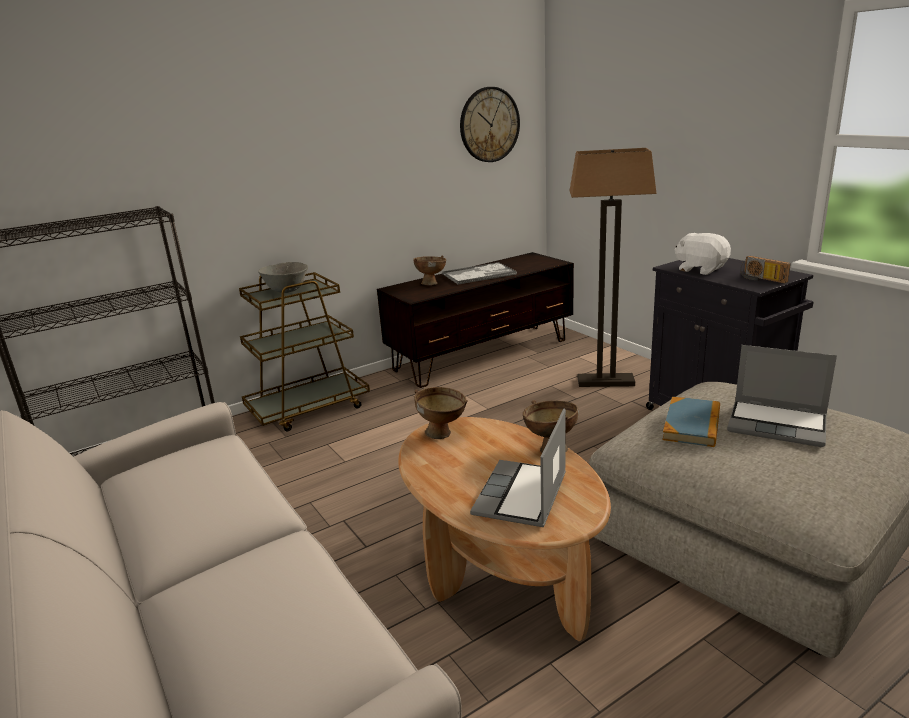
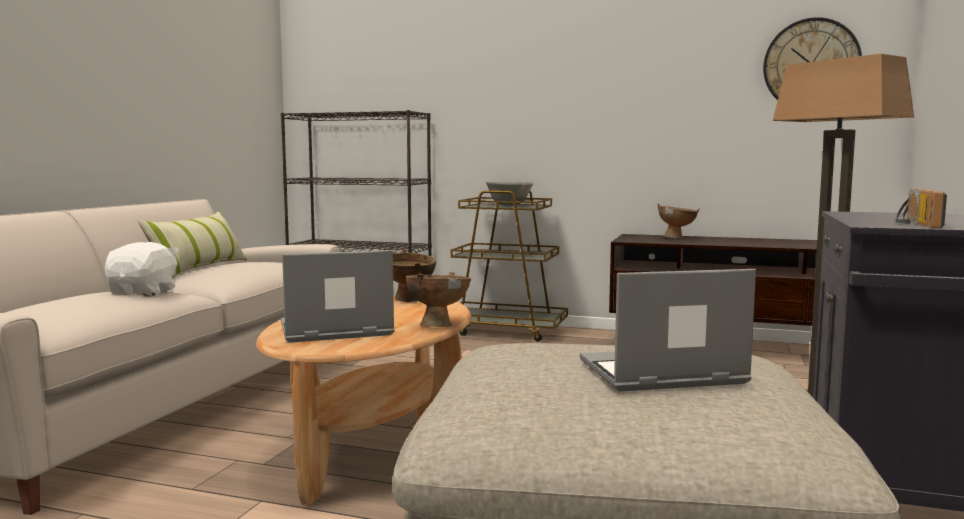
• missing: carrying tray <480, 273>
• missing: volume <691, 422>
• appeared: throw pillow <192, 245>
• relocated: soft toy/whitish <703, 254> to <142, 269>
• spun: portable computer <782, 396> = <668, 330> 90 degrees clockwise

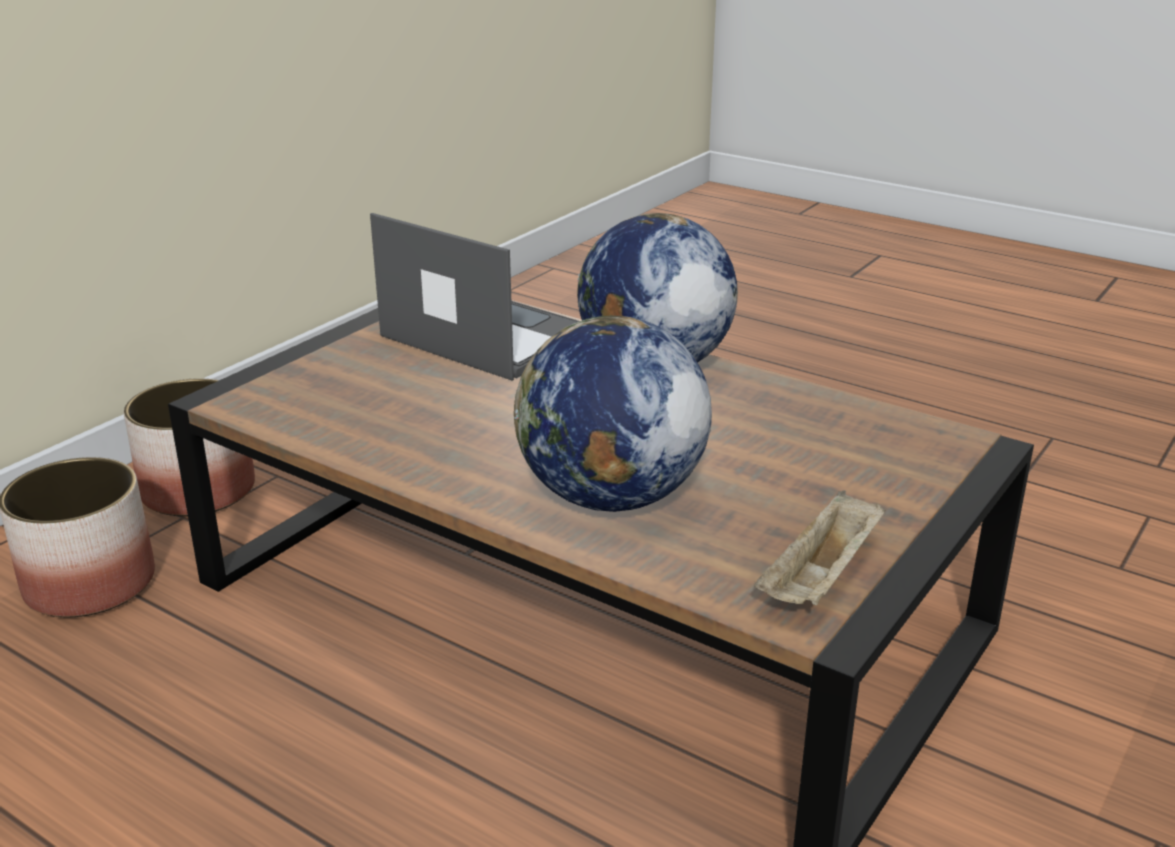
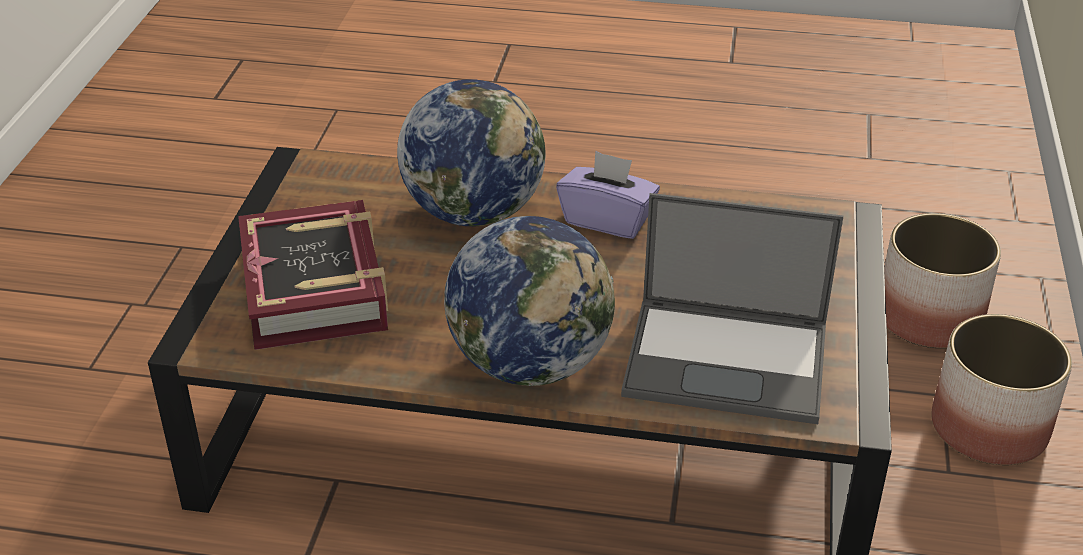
• missing: carrying tray/beige-coloured <819, 547>
• appeared: volume <313, 275>
• appeared: tissue holder/purplish <608, 195>

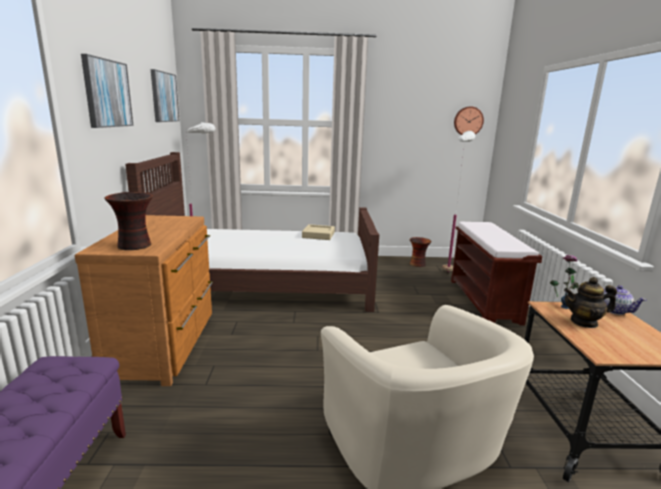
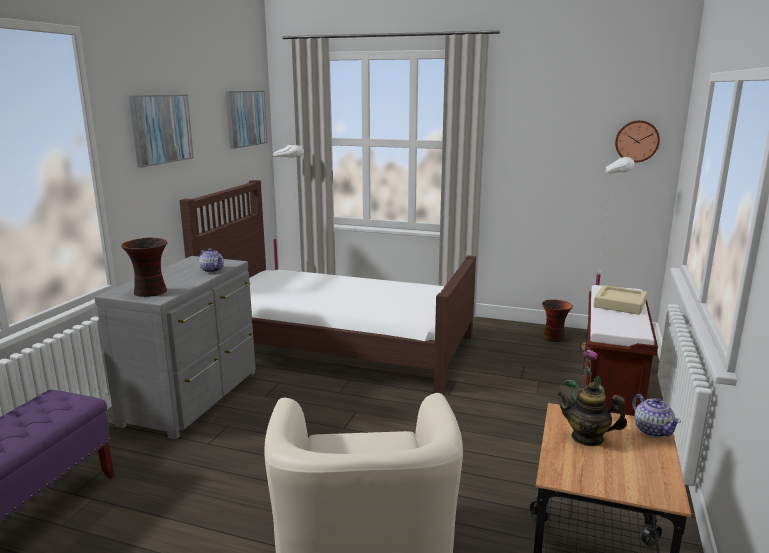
• appeared: tea pot <211, 260>
• relocated: carrying tray/beige-coloured <318, 232> to <620, 300>
• colour: chest of drawers/brown <144, 300> to chest of drawers/greyish <175, 347>

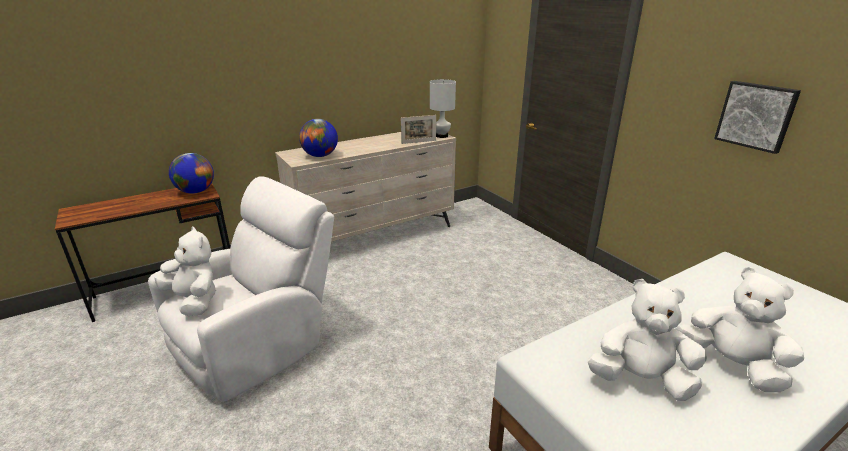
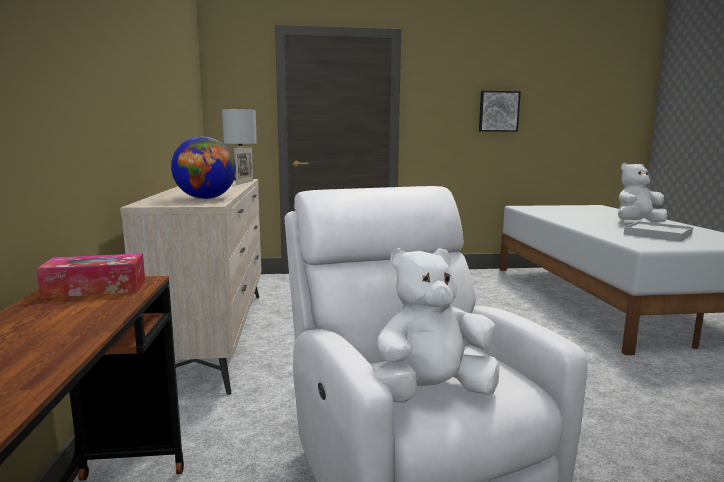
• exchanged: globe <191, 173> to tissue holder <90, 276>
• exchanged: soft toy/whitish <647, 340> to carrying tray/whitish <658, 231>

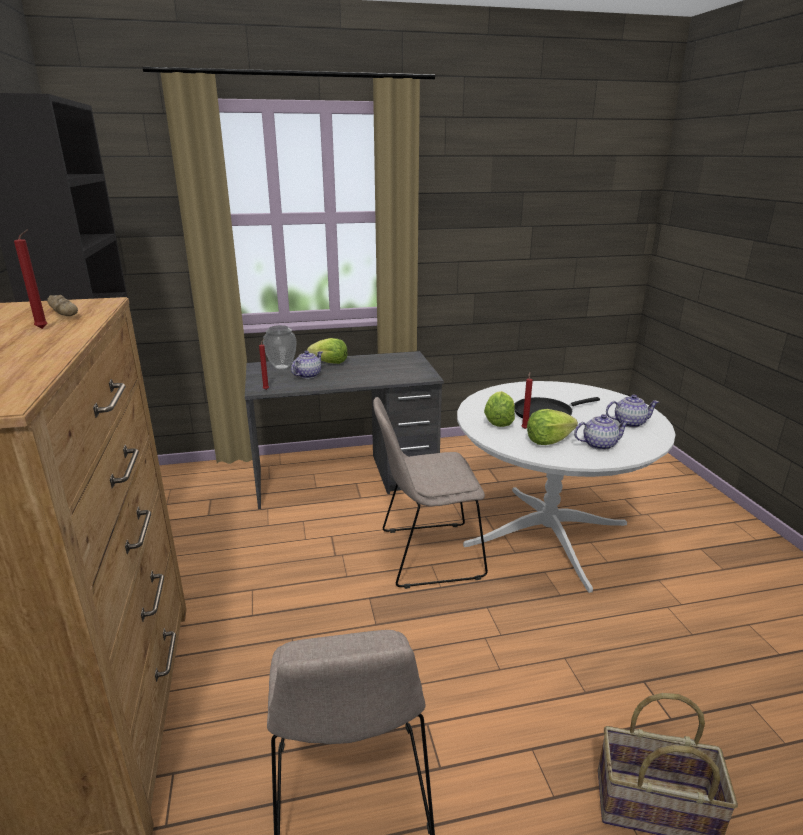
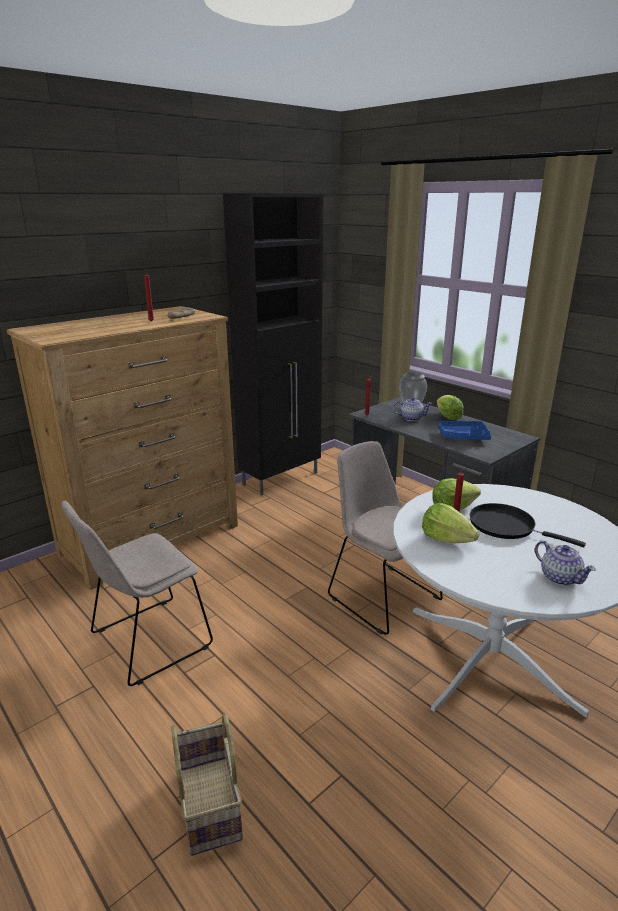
• missing: tea pot <602, 432>
• appeared: carrying tray/blue-coloured <464, 430>

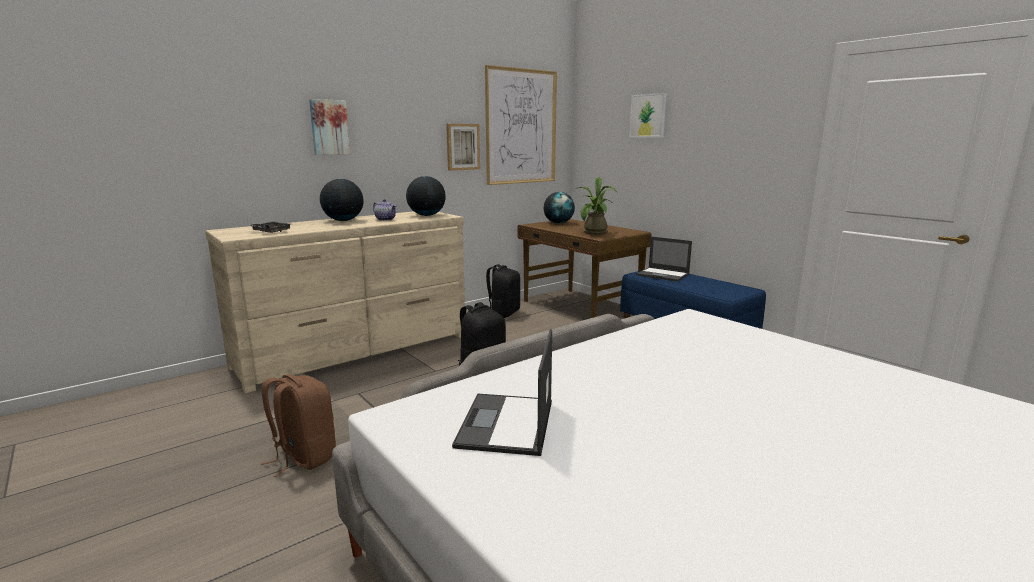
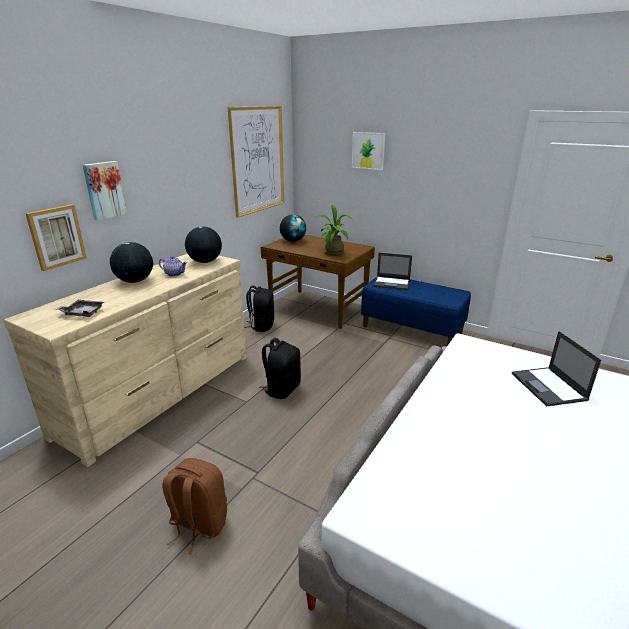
• relocated: wall picture <463, 147> to <56, 237>
• relocated: portable computer <502, 392> to <556, 368>

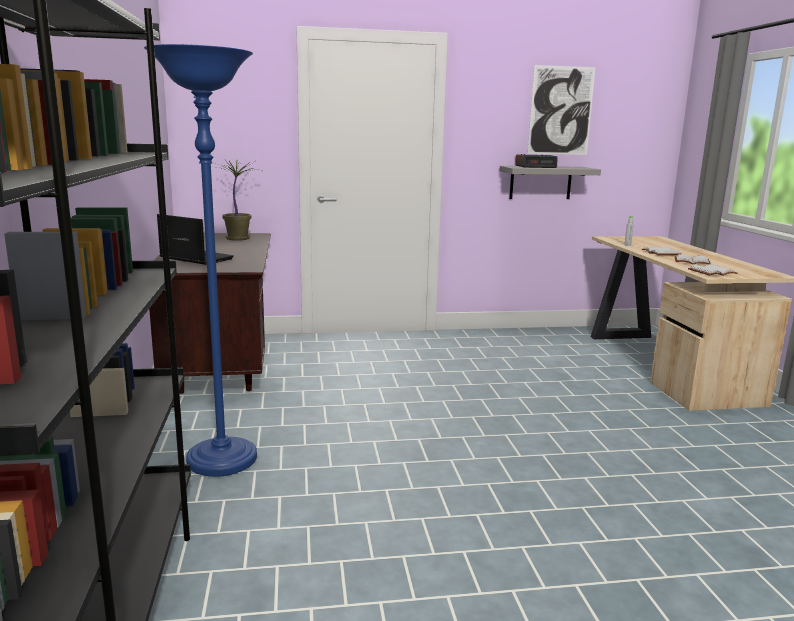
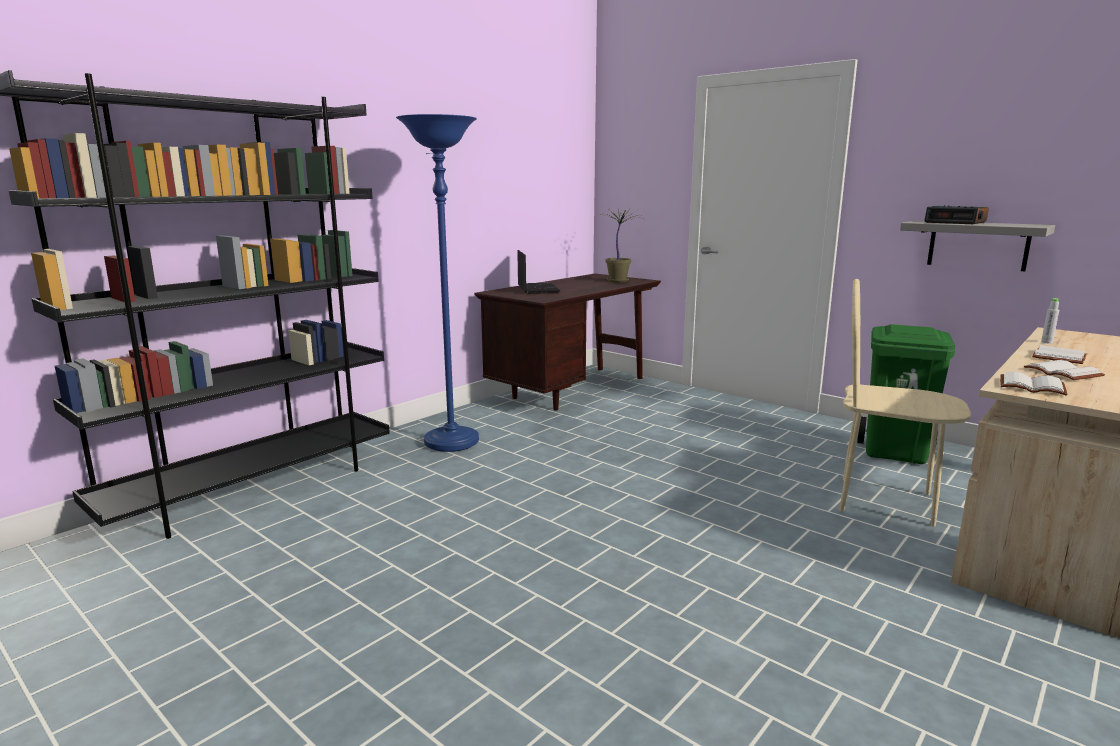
• missing: wall picture <561, 110>
• appeared: plain chair/beige-coloured <905, 403>
• appeared: rubbish bin/green-coloured <906, 394>

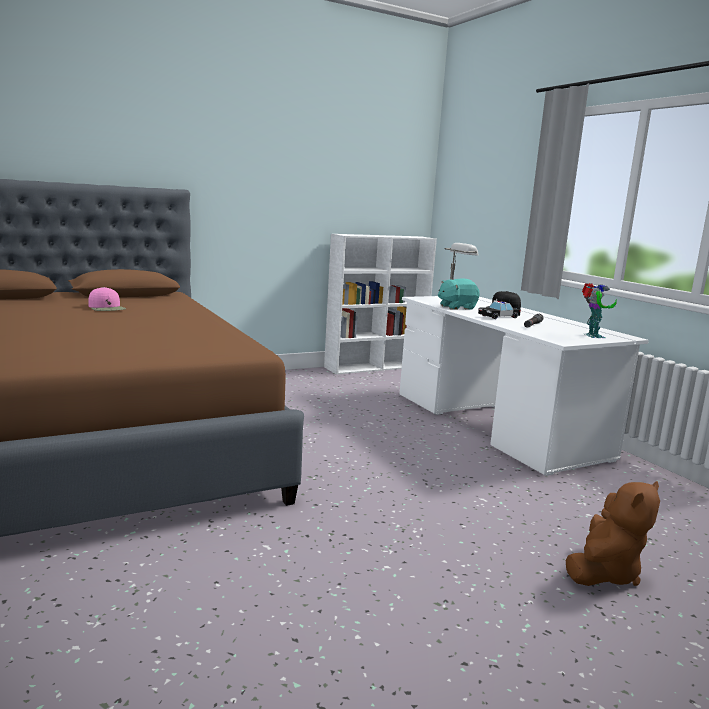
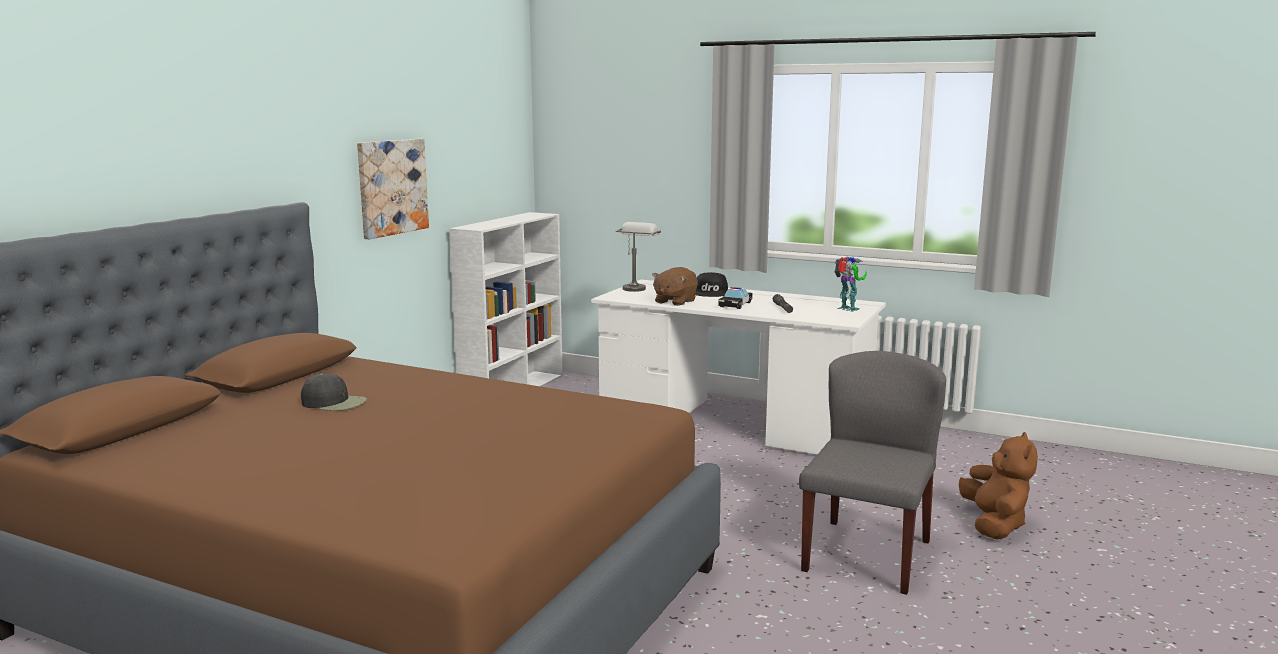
• appeared: wall picture <393, 189>
• appeared: plain chair/greyish <872, 473>
• colour: peaked cap/pink-coloured <107, 299> to peaked cap/blackish <334, 392>
• colour: soft toy/turquoise-coloured <459, 294> to soft toy/brown <675, 286>

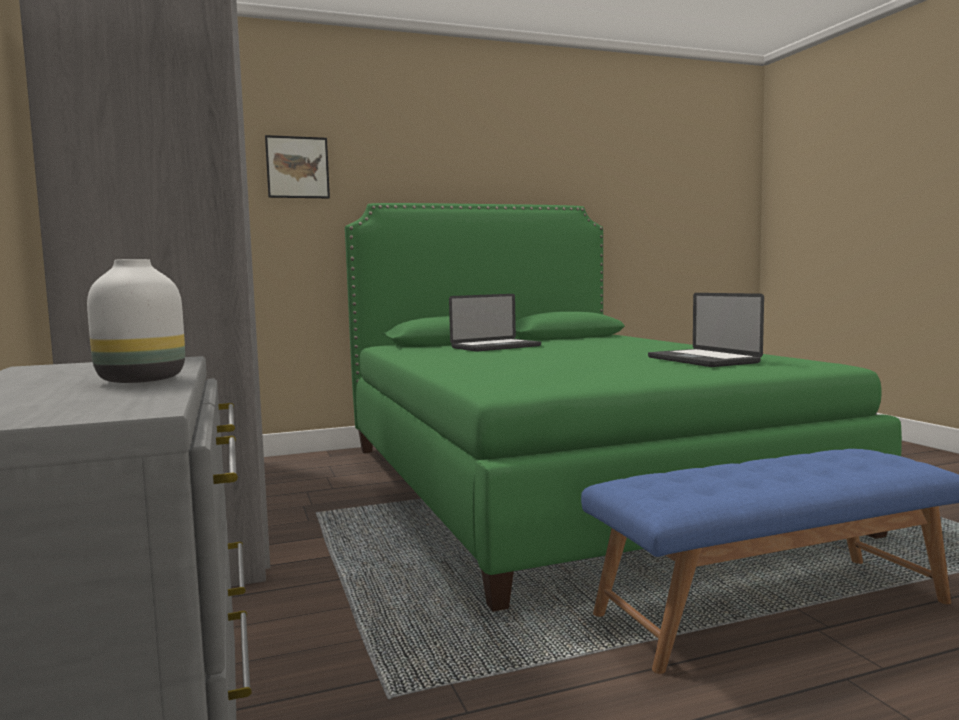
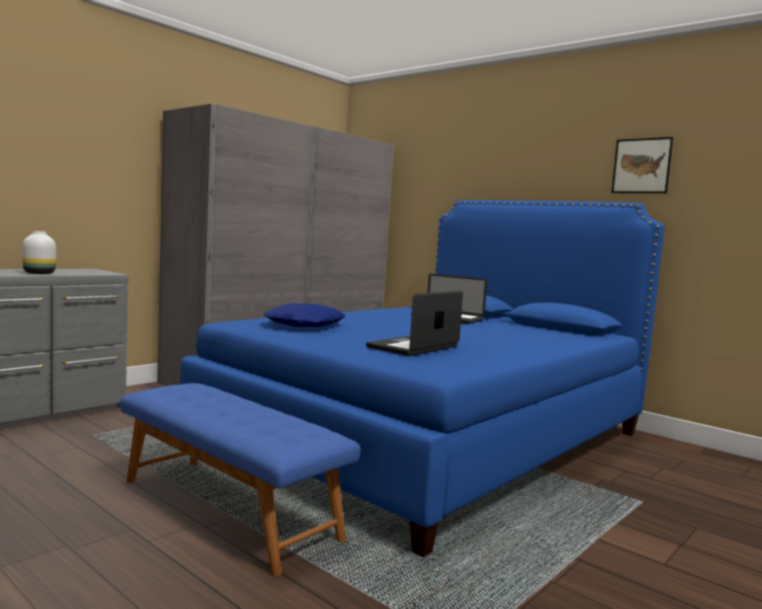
• appeared: throw pillow/blue-coloured <304, 315>
• relocated: wall picture <297, 166> to <642, 165>
• colour: bedroom bed/green-coloured <623, 407> to bedroom bed/blue-coloured <422, 378>

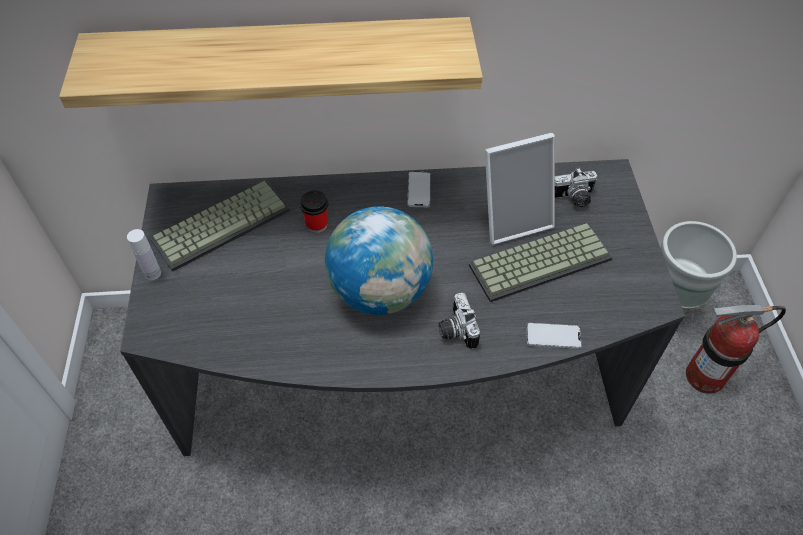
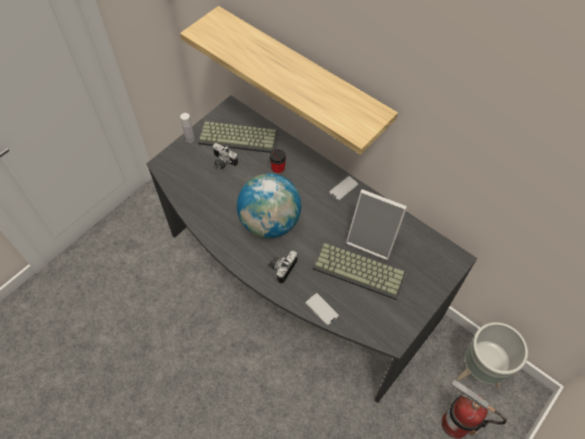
• relocated: photo camera <576, 188> to <225, 156>

